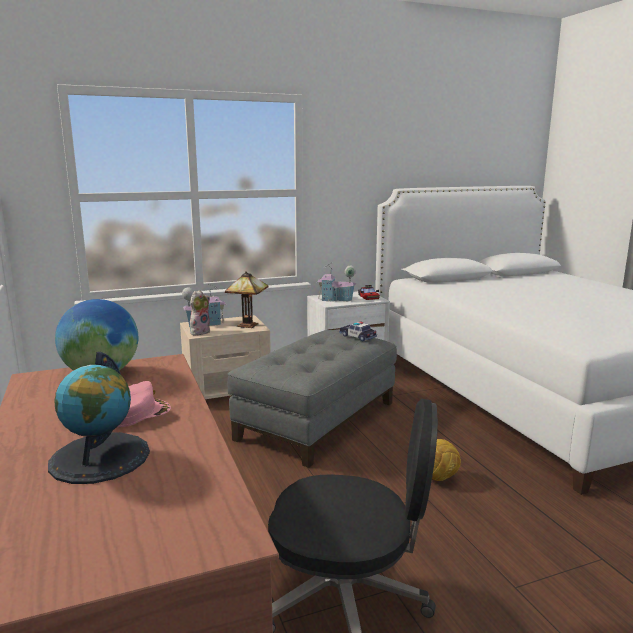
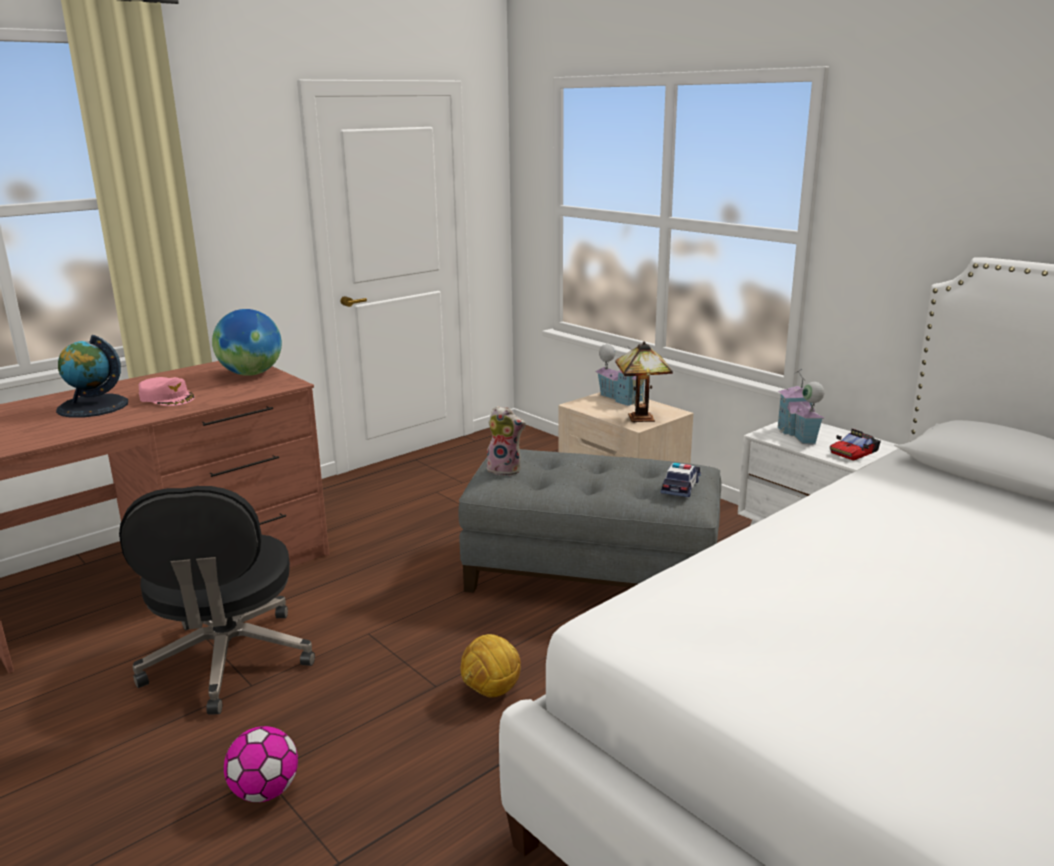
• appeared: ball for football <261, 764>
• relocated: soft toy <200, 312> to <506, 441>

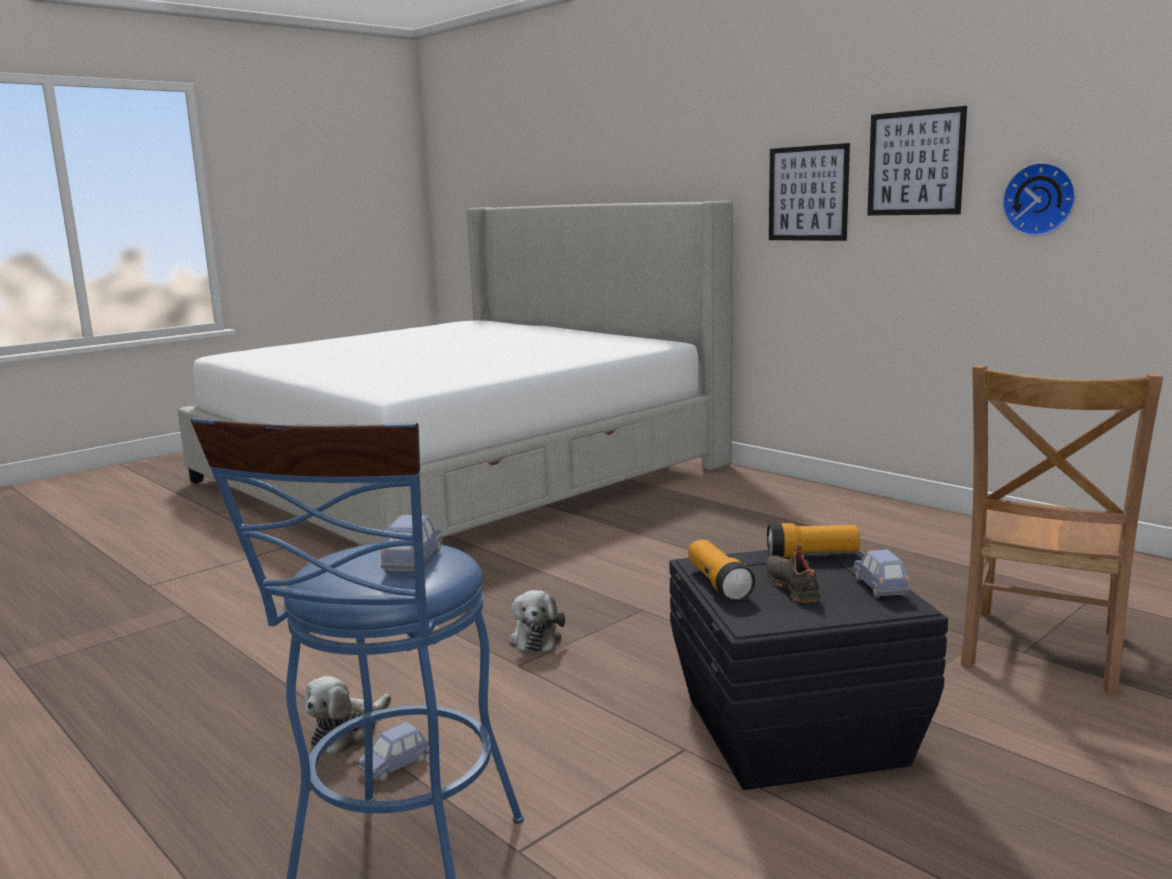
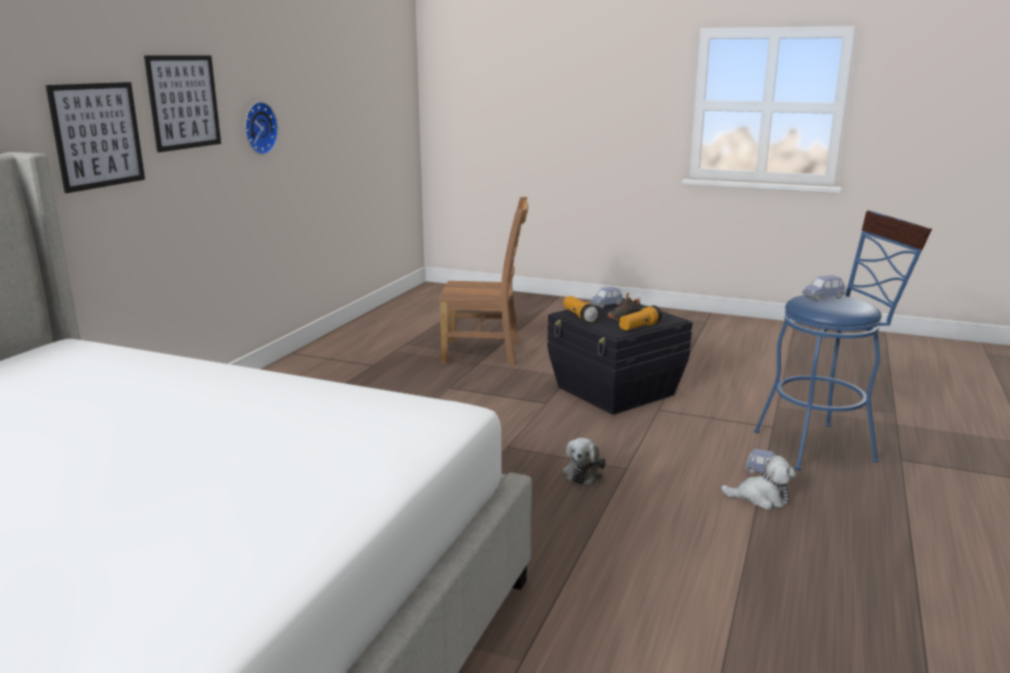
• spun: soft toy <537, 621> = <584, 461> 135 degrees clockwise

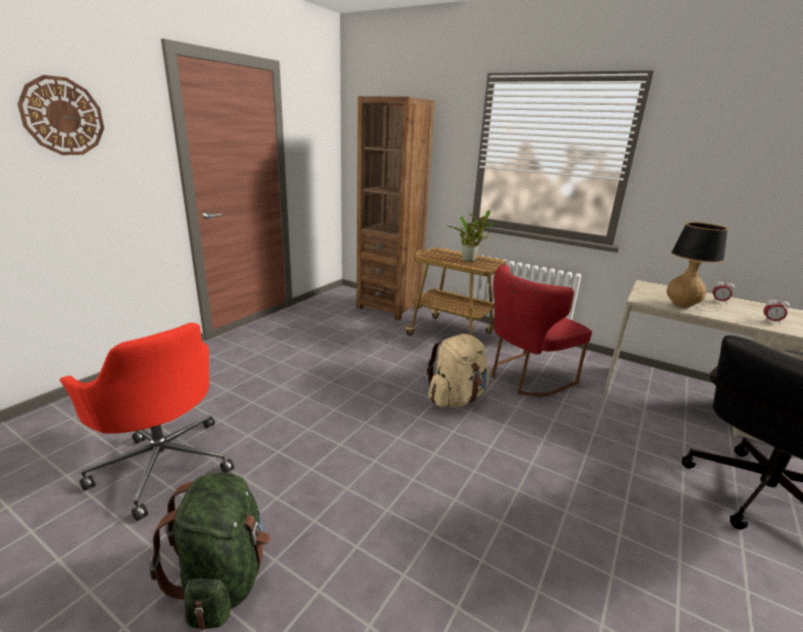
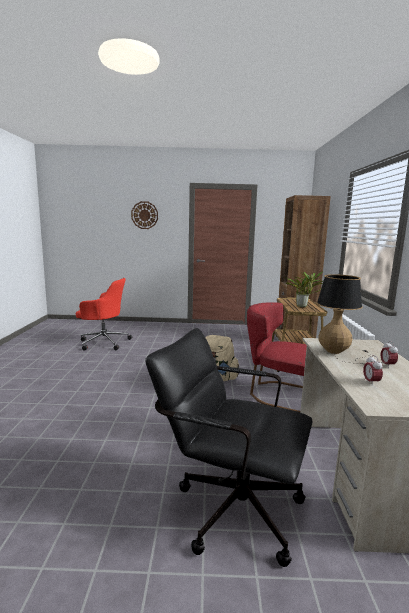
• missing: knapsack/green-coloured <210, 550>
• spun: desk chair/red <147, 422> = <104, 314> 90 degrees counterclockwise

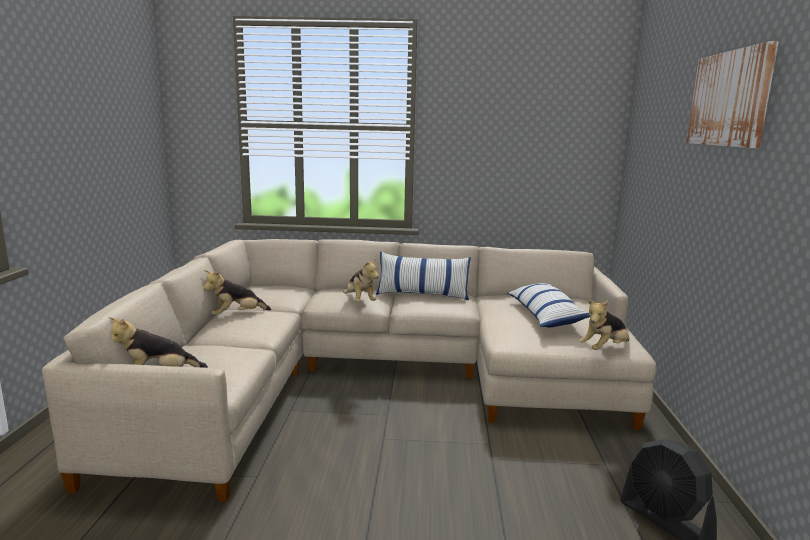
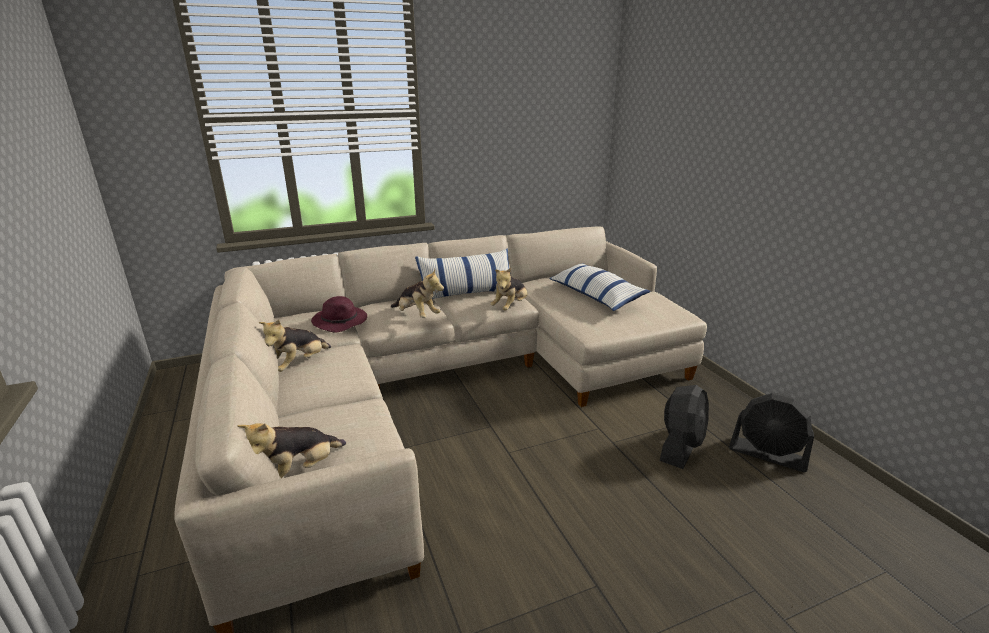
• missing: wall picture <732, 94>
• appeared: clothing hat/purplish <339, 314>
• appeared: electric fan/blackish <684, 427>
• relocated: soft toy <604, 325> to <508, 289>

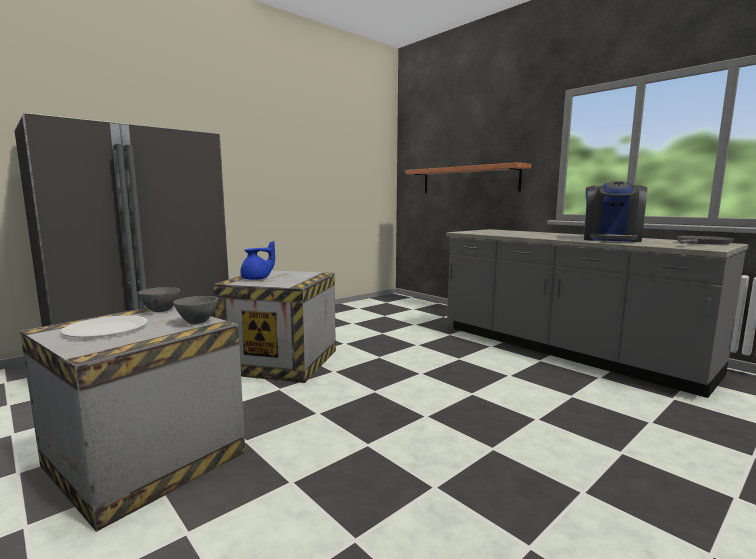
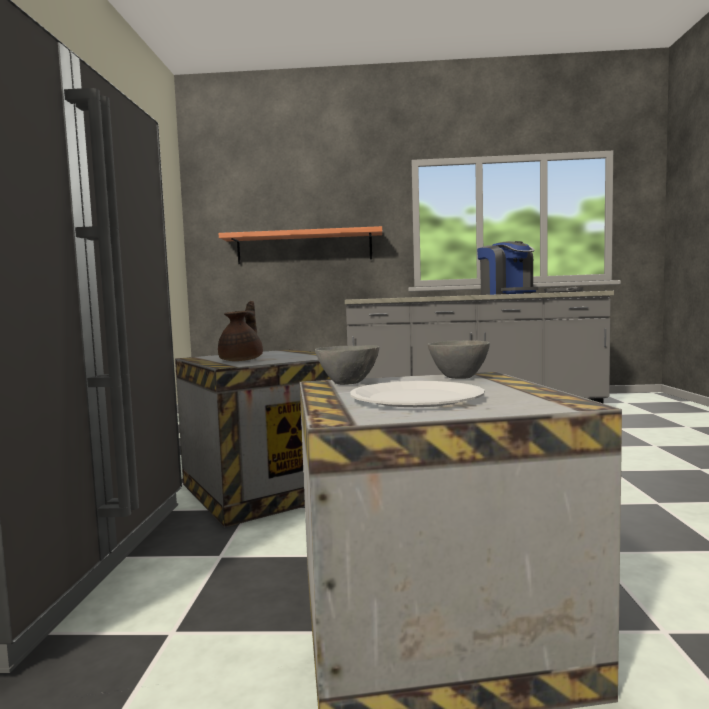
• colour: tea pot/blue-coloured <257, 260> to tea pot/brown <240, 331>

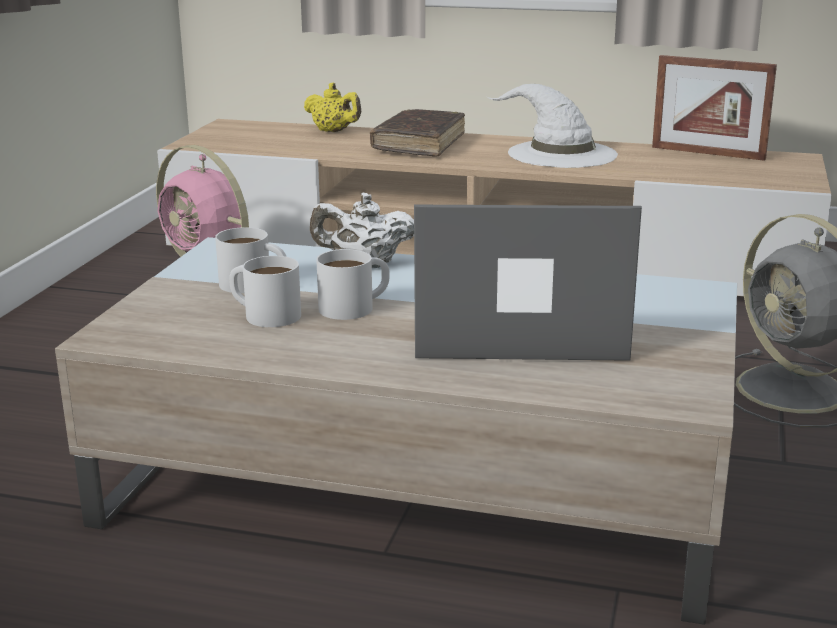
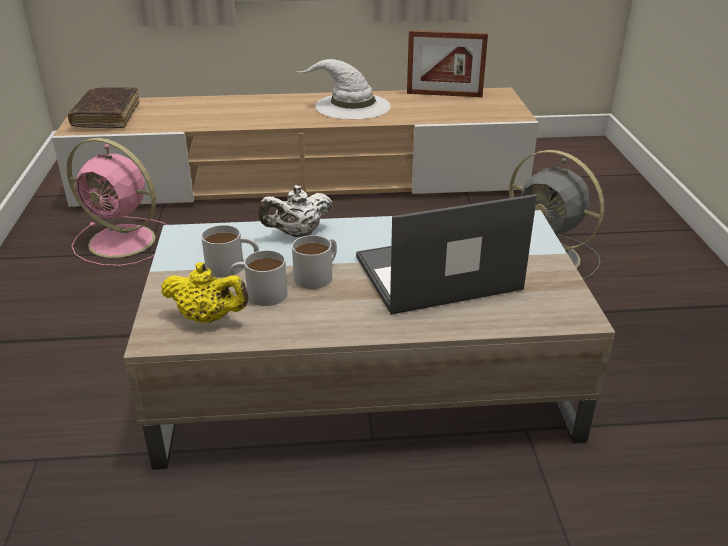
• relocated: tea pot/yellow <332, 107> to <205, 292>
• relocated: volume/brown <417, 133> to <103, 107>

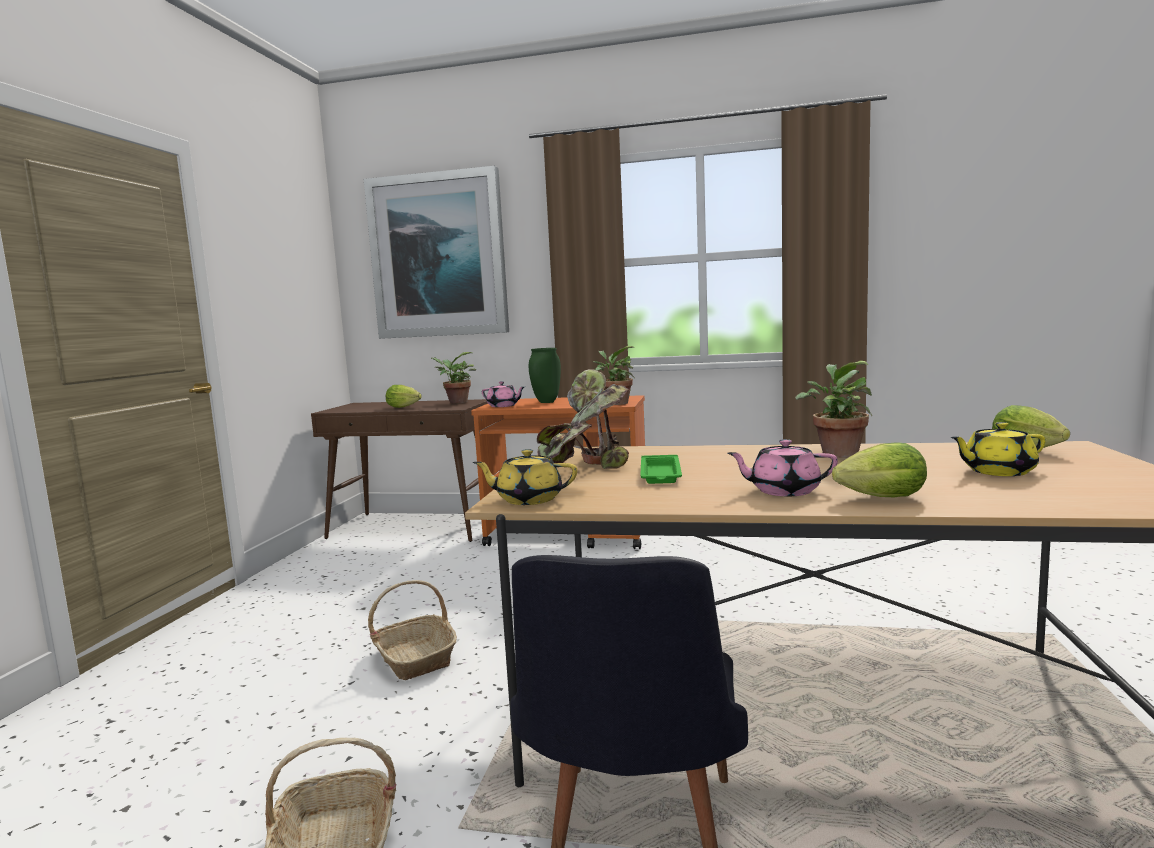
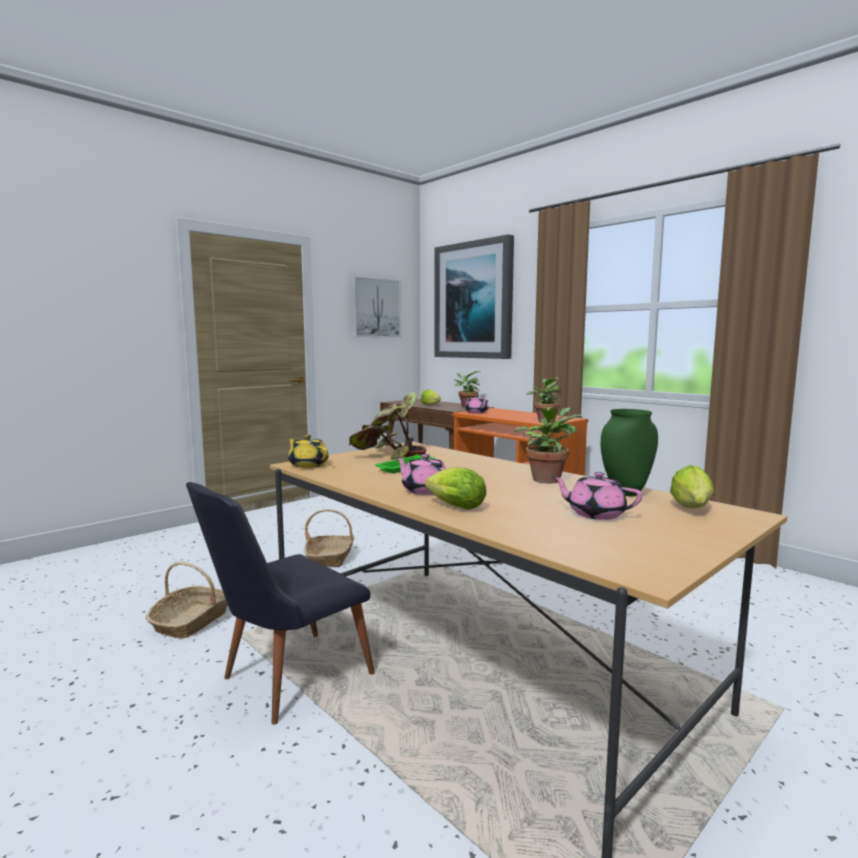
• appeared: wall picture <376, 307>
• relocated: decorative vase/green-coloured <545, 375> to <629, 452>
• colour: tea pot/yellow <998, 449> to tea pot/pink-coloured <597, 496>

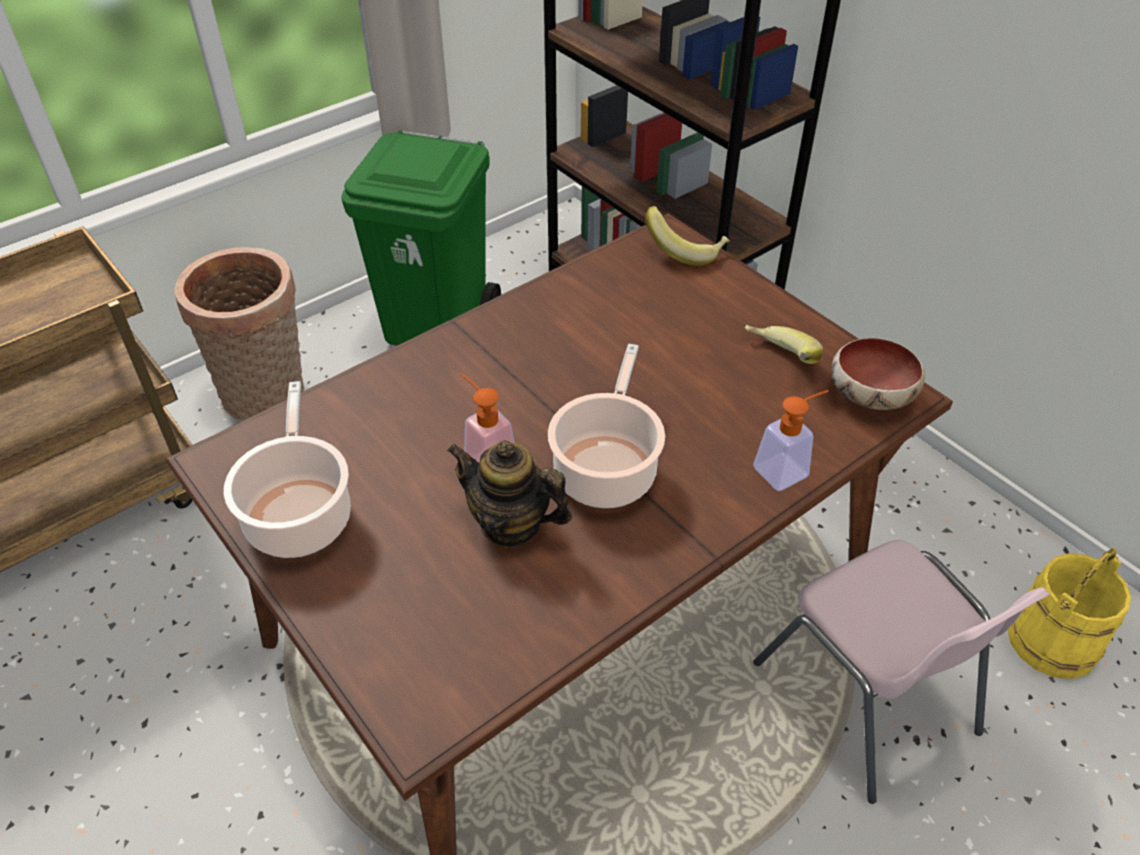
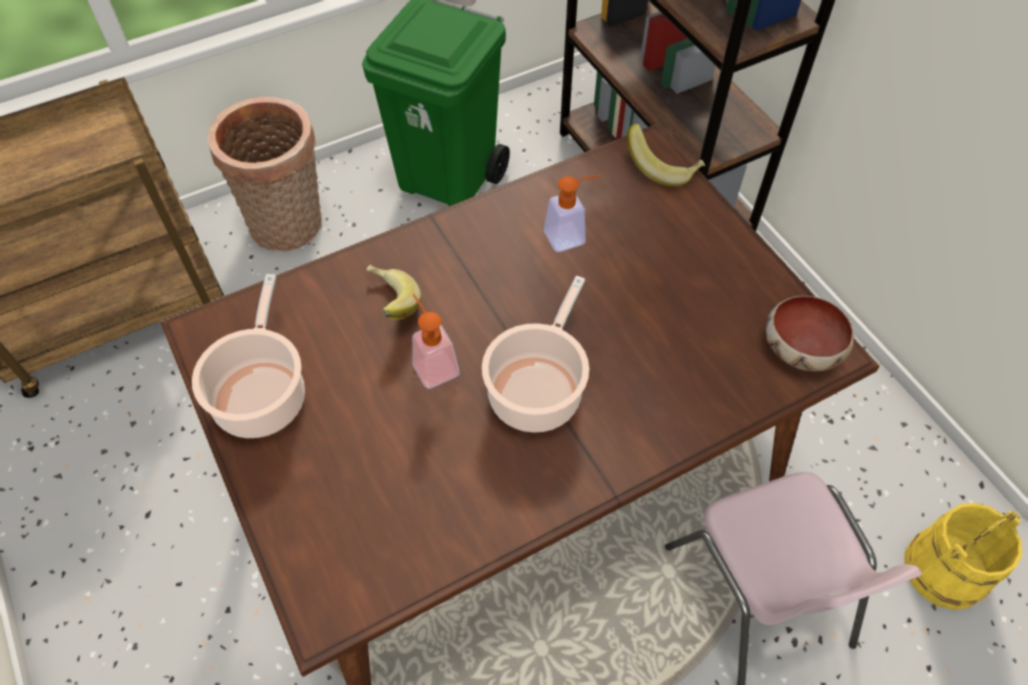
• missing: tea pot <509, 494>
• relocated: banana fruit <784, 344> to <394, 292>
• relocated: liquid soap bottle <791, 440> to <572, 213>

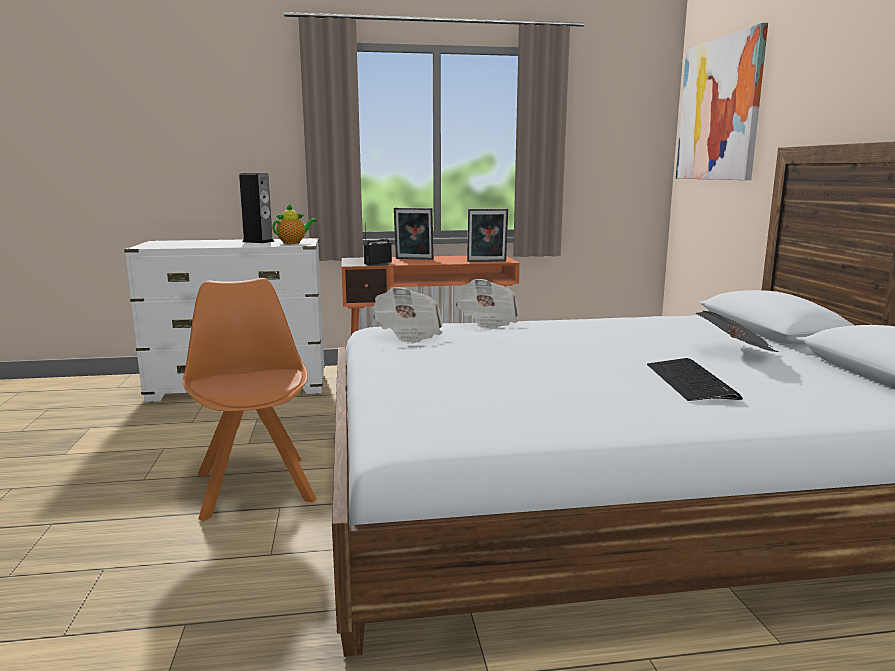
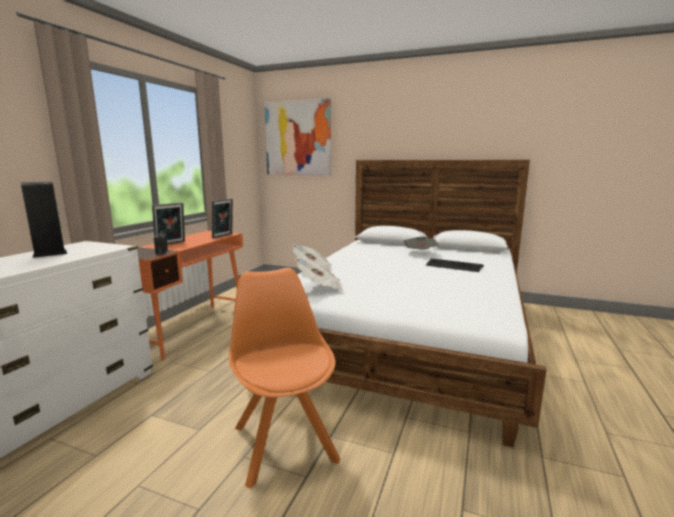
• missing: tea pot <294, 223>
• spun: plain chair/orange-coloured <250, 399> = <284, 378> 60 degrees clockwise

